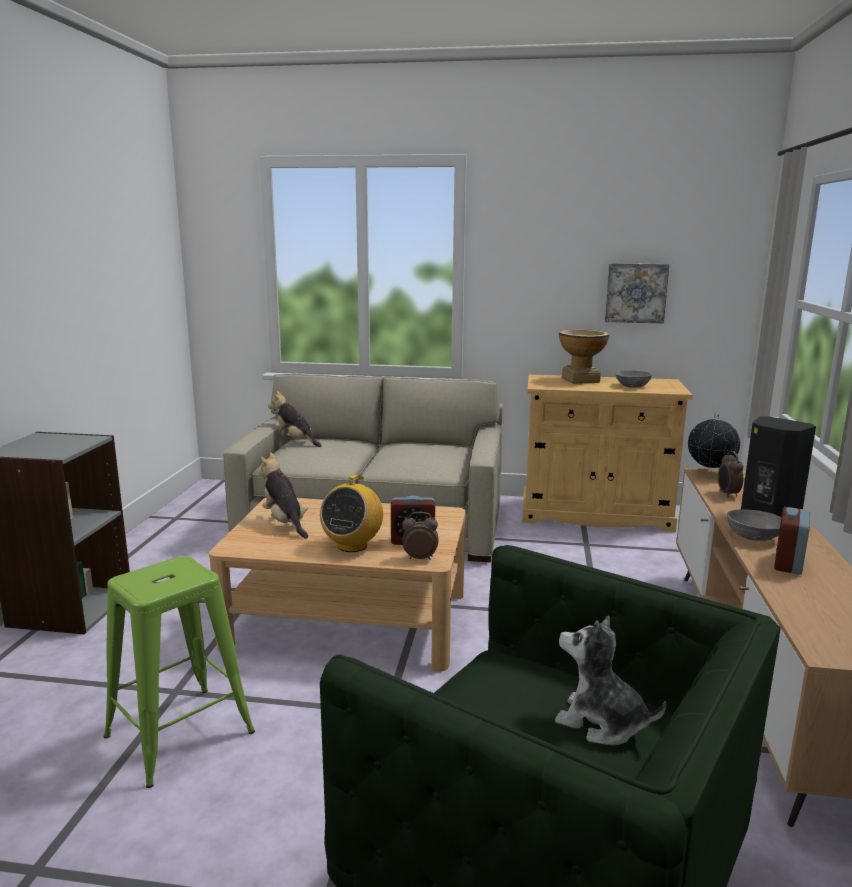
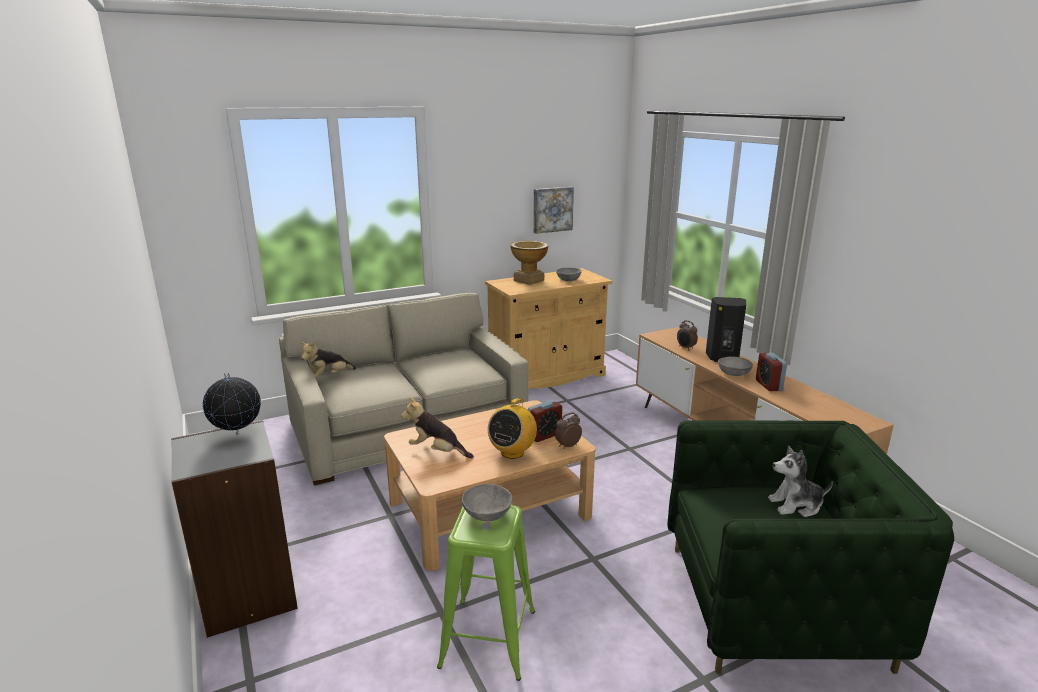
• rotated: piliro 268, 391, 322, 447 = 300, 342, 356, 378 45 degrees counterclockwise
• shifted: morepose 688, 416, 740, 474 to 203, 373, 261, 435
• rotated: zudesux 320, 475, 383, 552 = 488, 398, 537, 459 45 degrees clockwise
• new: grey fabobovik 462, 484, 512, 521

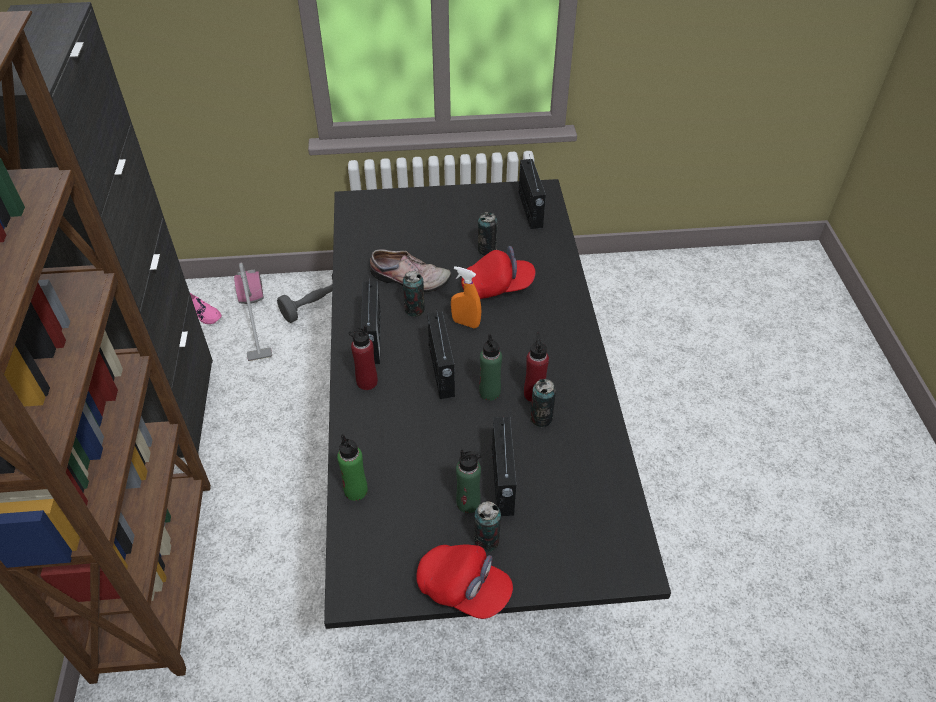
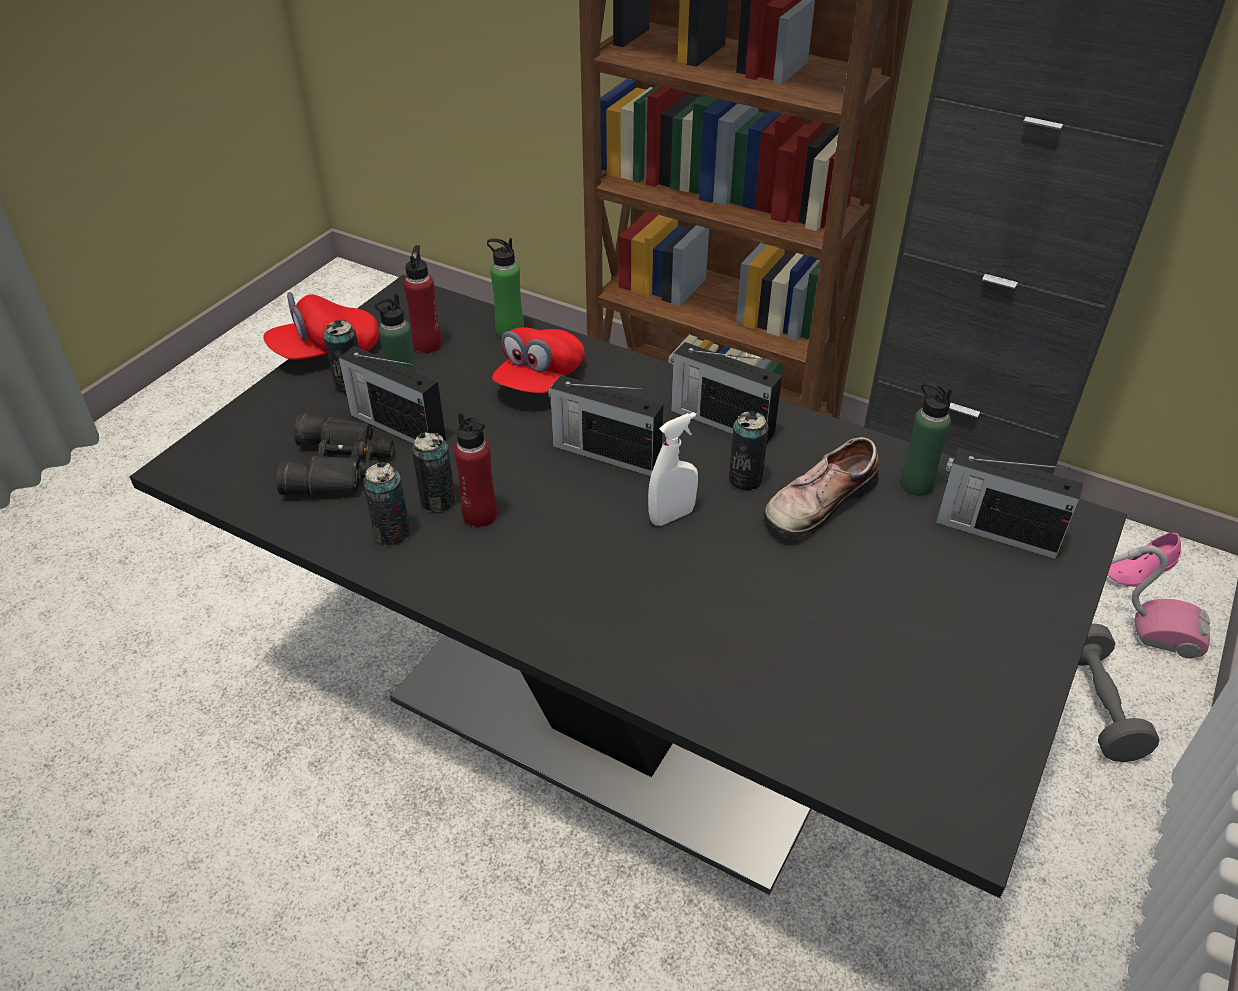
• shifted: zudesux 518, 154, 546, 229 to 936, 448, 1083, 559
• shifted: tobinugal 478, 212, 497, 256 to 363, 462, 411, 545
• shifted: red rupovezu 461, 246, 536, 299 to 492, 327, 585, 393
• repainted: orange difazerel 451, 266, 481, 328 to white difazerel 648, 412, 698, 526
• shifted: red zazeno 349, 325, 378, 390 to 403, 245, 442, 354
• shifted: green zazeno 479, 334, 502, 401 to 900, 382, 953, 496
• new: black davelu 276, 413, 394, 495

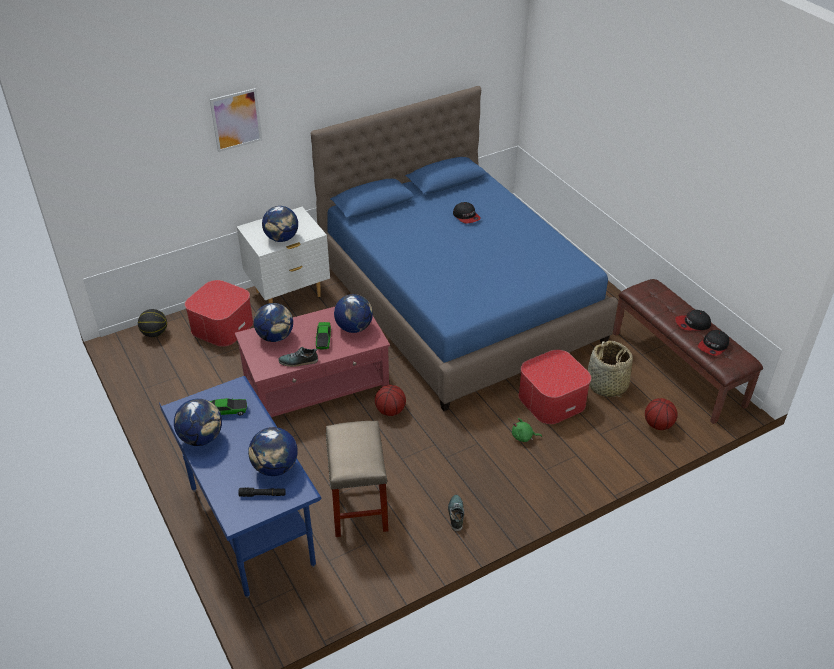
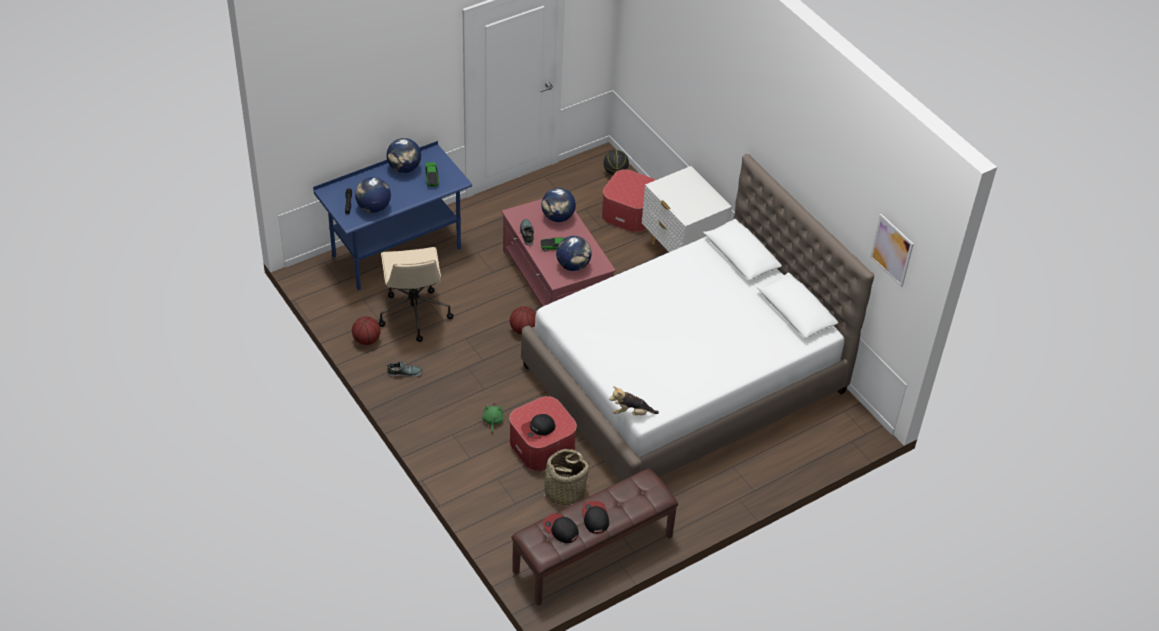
• repainted: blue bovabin 311, 86, 618, 411 to white bovabin 521, 154, 874, 481
• shifted: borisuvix 210, 88, 262, 152 to 870, 214, 914, 287
• shifted: rupovezu 453, 202, 481, 224 to 521, 414, 555, 439
• gone: morepose 262, 206, 298, 242
• shifted: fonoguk 645, 398, 678, 430 to 352, 316, 381, 345
• swapped: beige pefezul 325, 421, 388, 537 to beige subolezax 378, 247, 454, 342
• new: piliro 609, 386, 659, 416

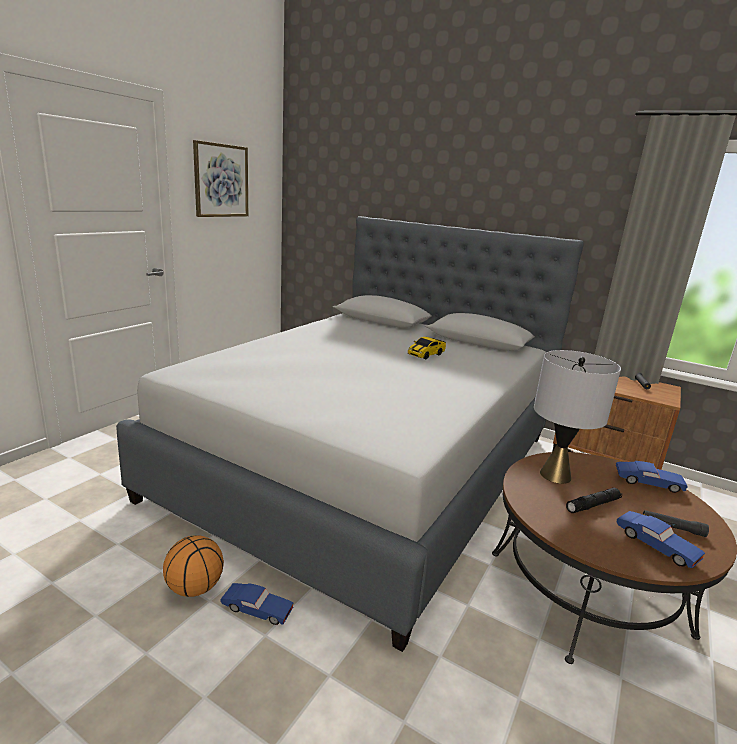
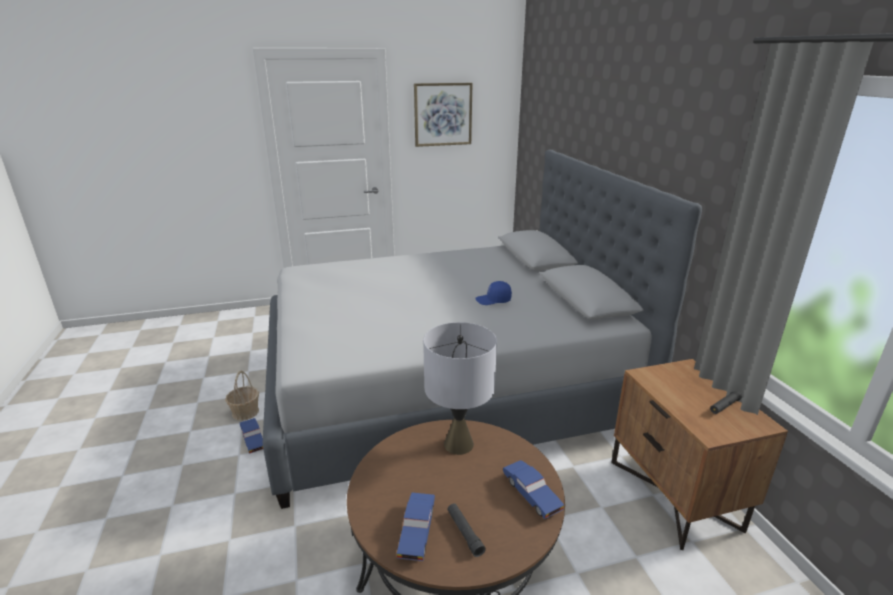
• swapped: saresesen 408, 337, 446, 359 to blue rupovezu 475, 281, 512, 305
• gone: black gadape 566, 488, 622, 513
• swapped: fonoguk 163, 535, 224, 597 to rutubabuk 225, 371, 259, 421

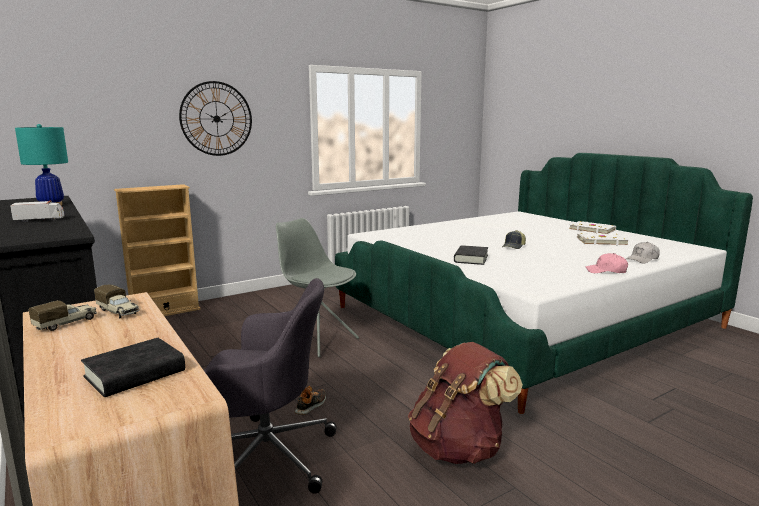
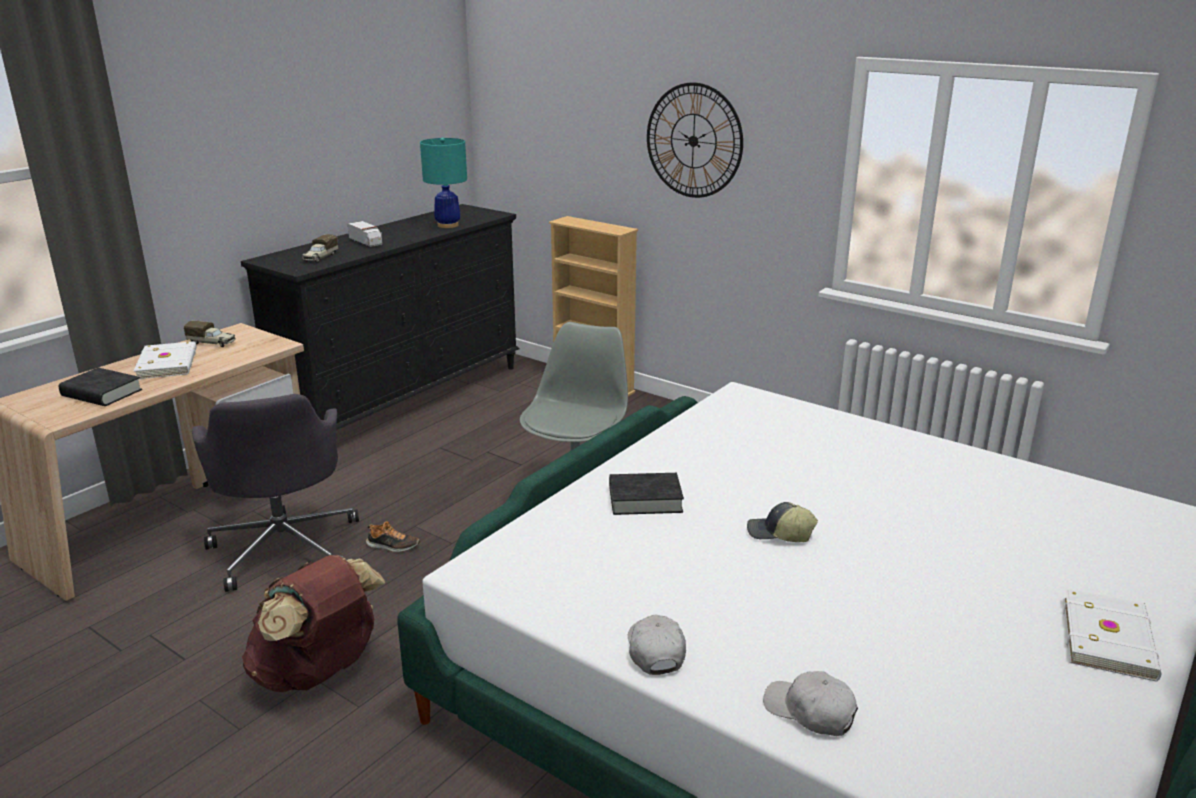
• shifted: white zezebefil 577, 233, 629, 245 to 134, 341, 197, 379
• repainted: pink rupovezu 585, 253, 628, 273 to white rupovezu 628, 615, 686, 675
• shifted: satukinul 94, 285, 139, 318 to 302, 234, 338, 263

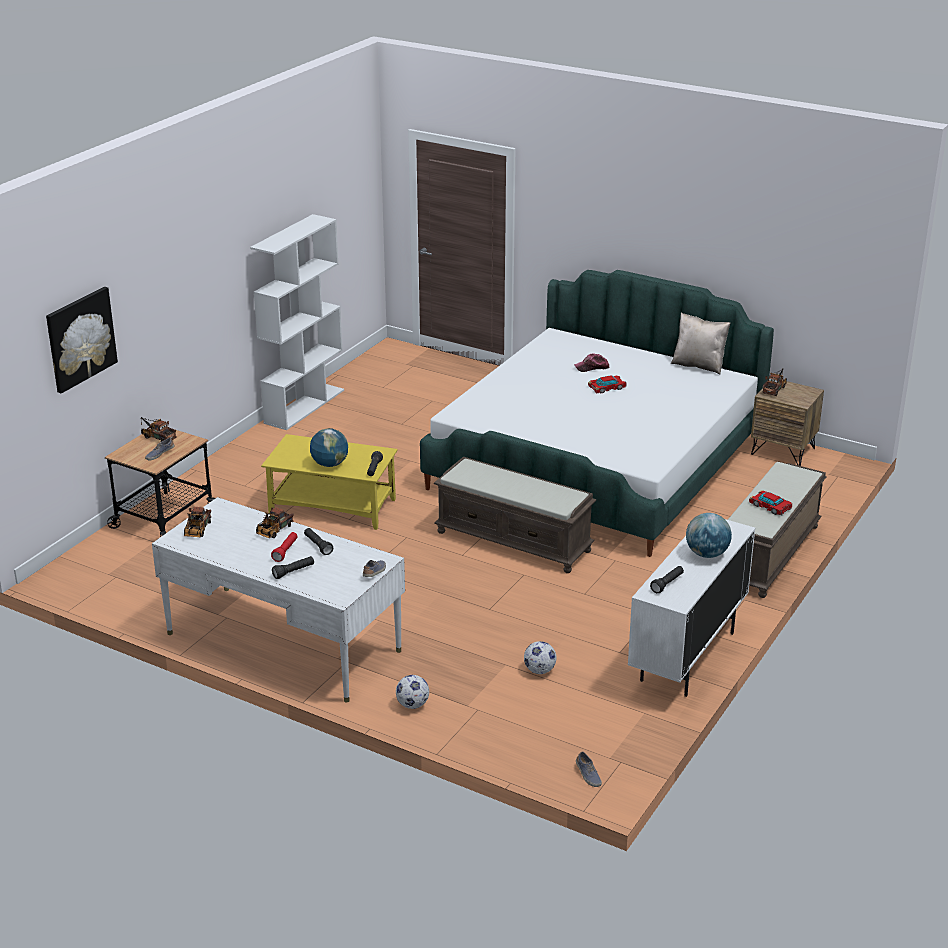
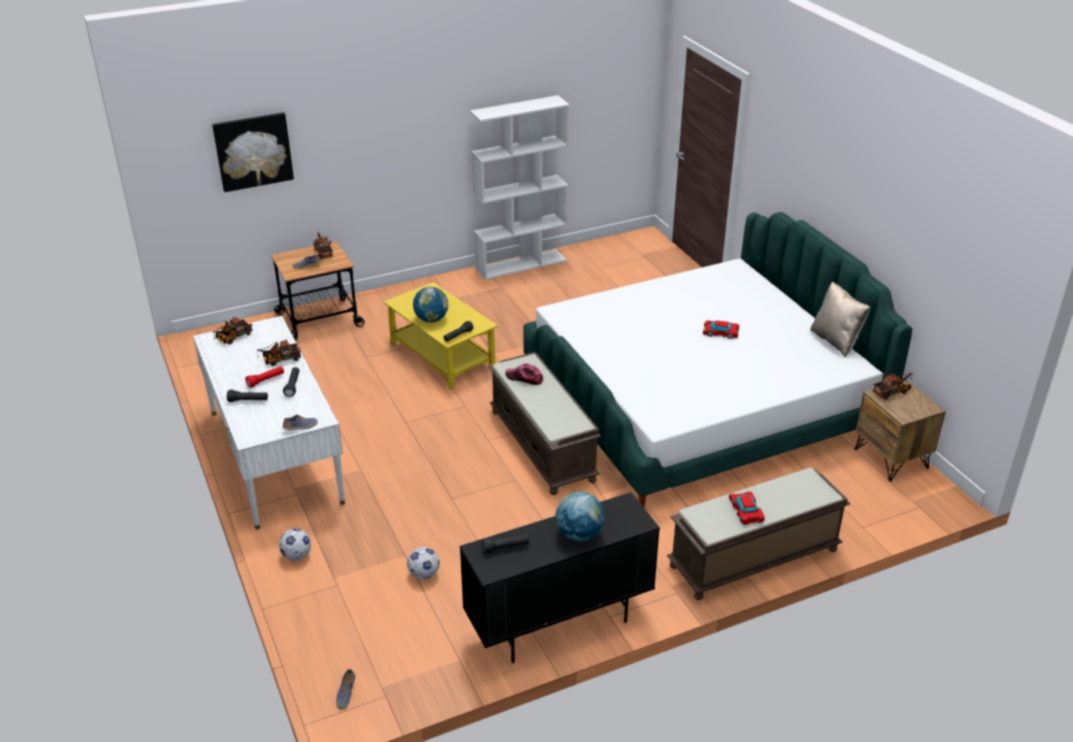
• shifted: rupovezu 574, 353, 610, 372 to 505, 363, 543, 385
• repainted: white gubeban 628, 519, 755, 697 to black gubeban 460, 492, 660, 663

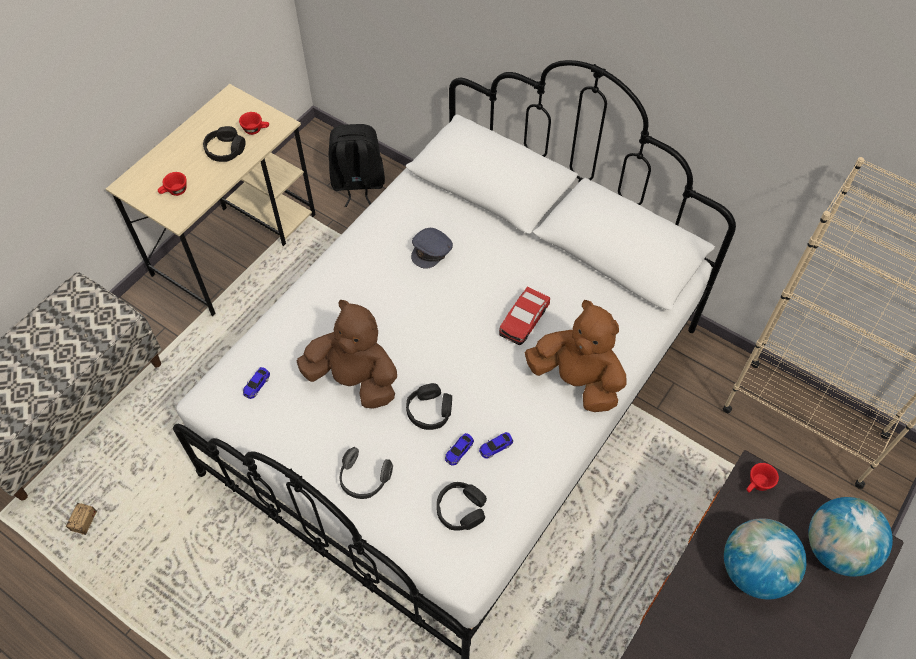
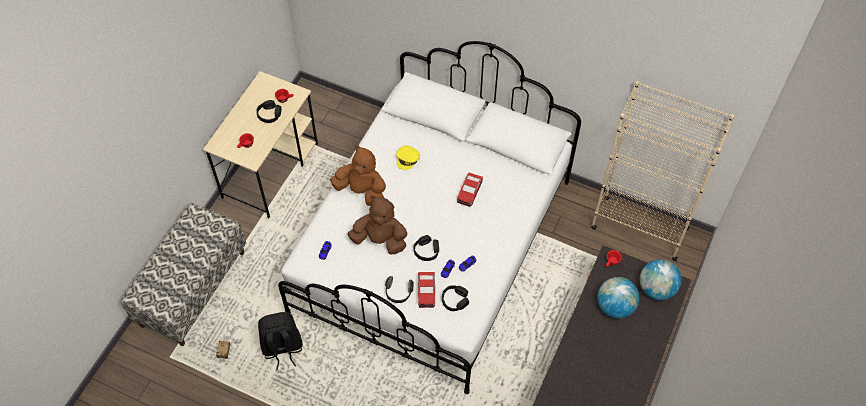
• shifted: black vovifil 329, 124, 385, 207 to 258, 312, 303, 370
• repainted: grey rupovezu 411, 228, 453, 269 to yellow rupovezu 396, 145, 420, 170
• shifted: brown piliro 524, 300, 626, 412 to 330, 145, 386, 206
• new: saresesen 418, 272, 435, 308

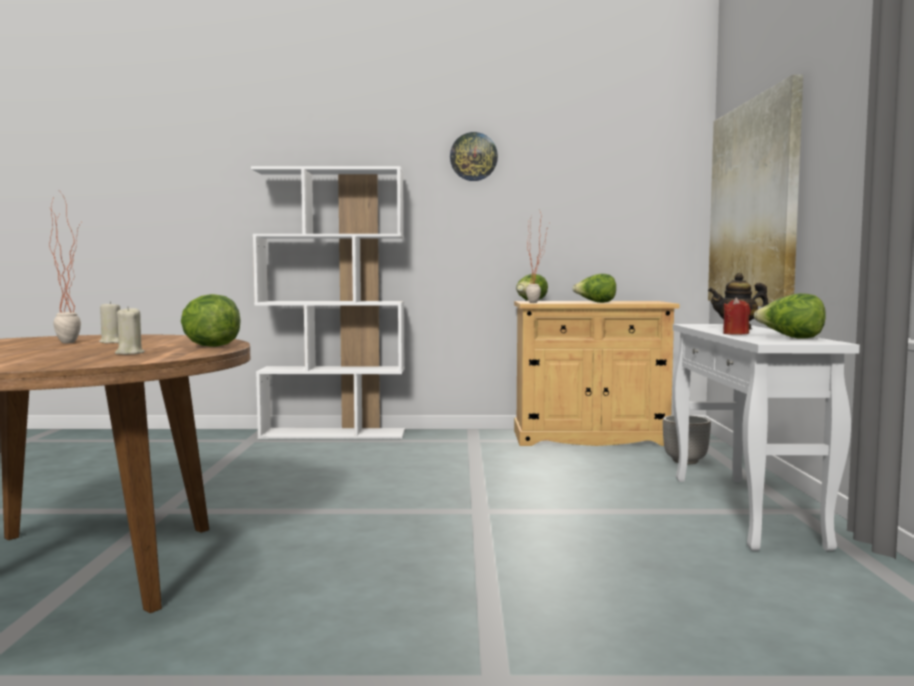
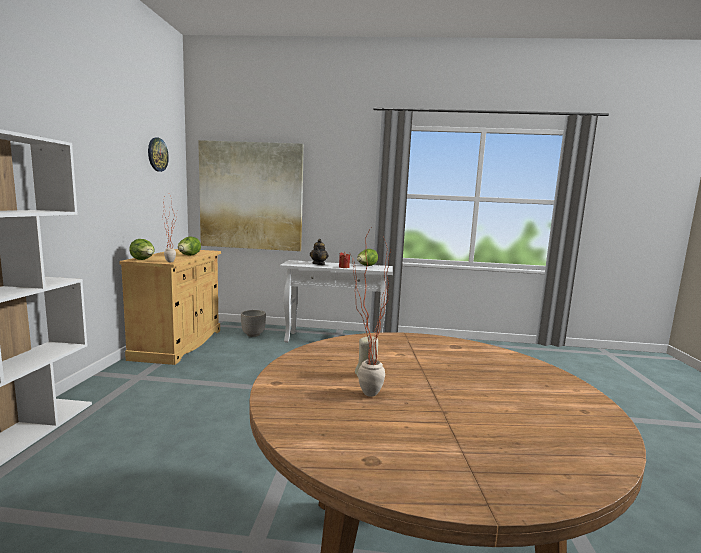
• shifted: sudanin 450, 132, 498, 181 to 148, 137, 169, 172
• gone: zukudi 181, 294, 241, 347
• gone: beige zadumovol 115, 307, 145, 355

